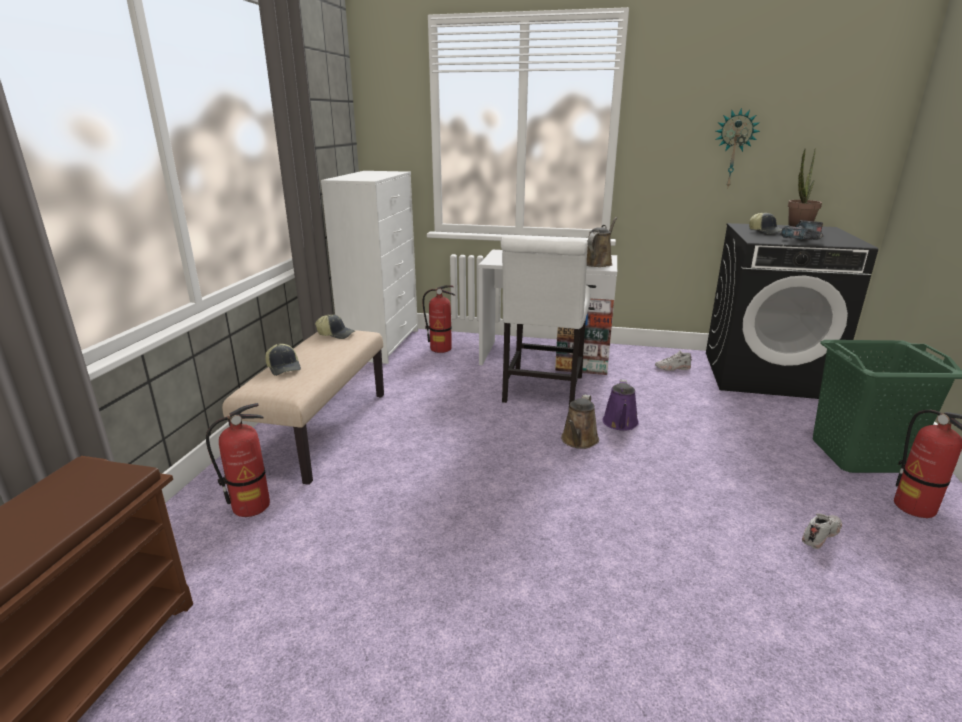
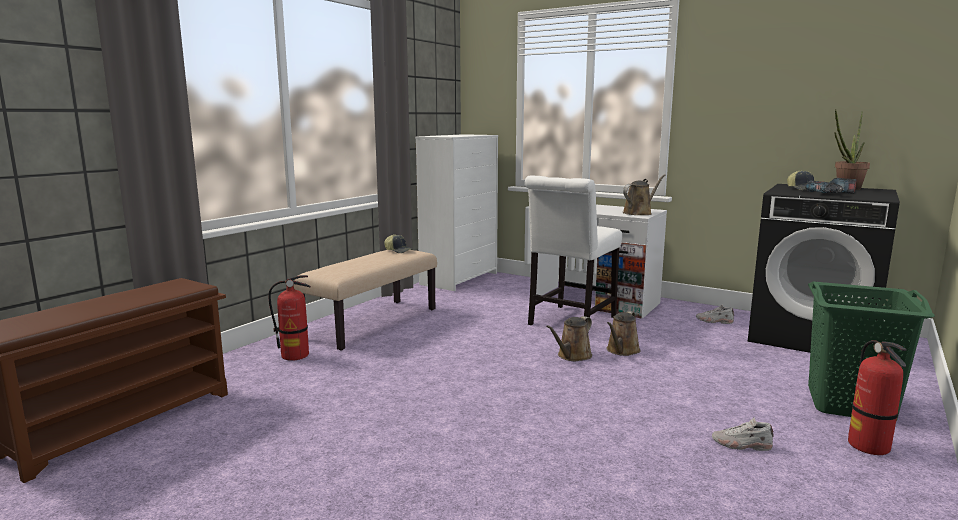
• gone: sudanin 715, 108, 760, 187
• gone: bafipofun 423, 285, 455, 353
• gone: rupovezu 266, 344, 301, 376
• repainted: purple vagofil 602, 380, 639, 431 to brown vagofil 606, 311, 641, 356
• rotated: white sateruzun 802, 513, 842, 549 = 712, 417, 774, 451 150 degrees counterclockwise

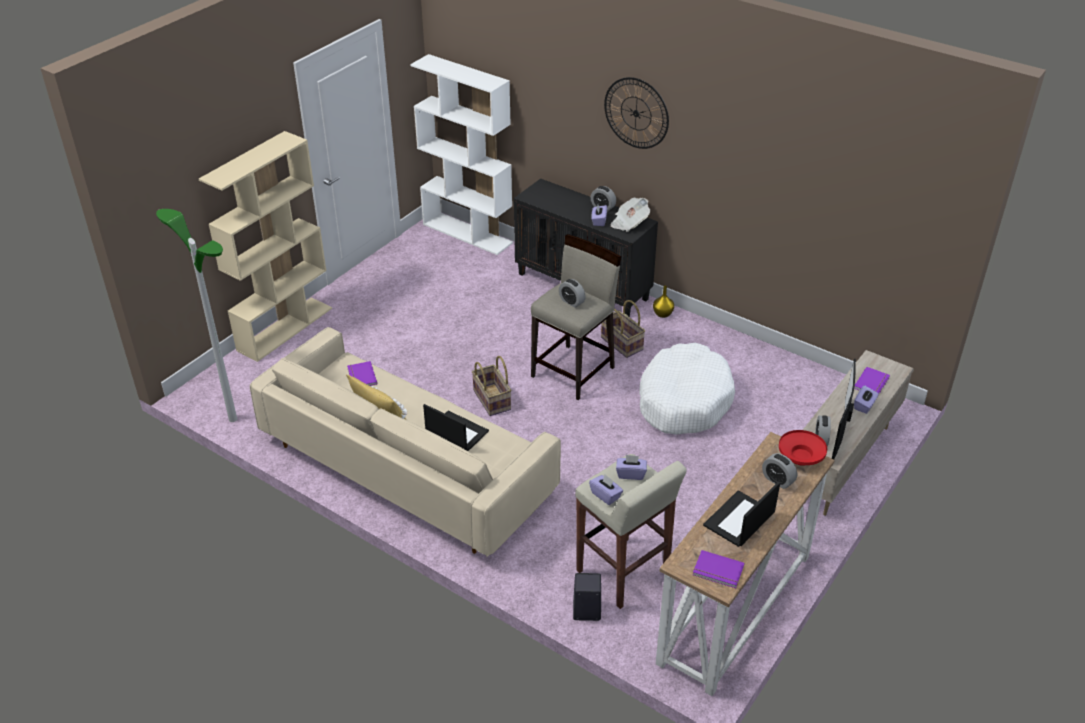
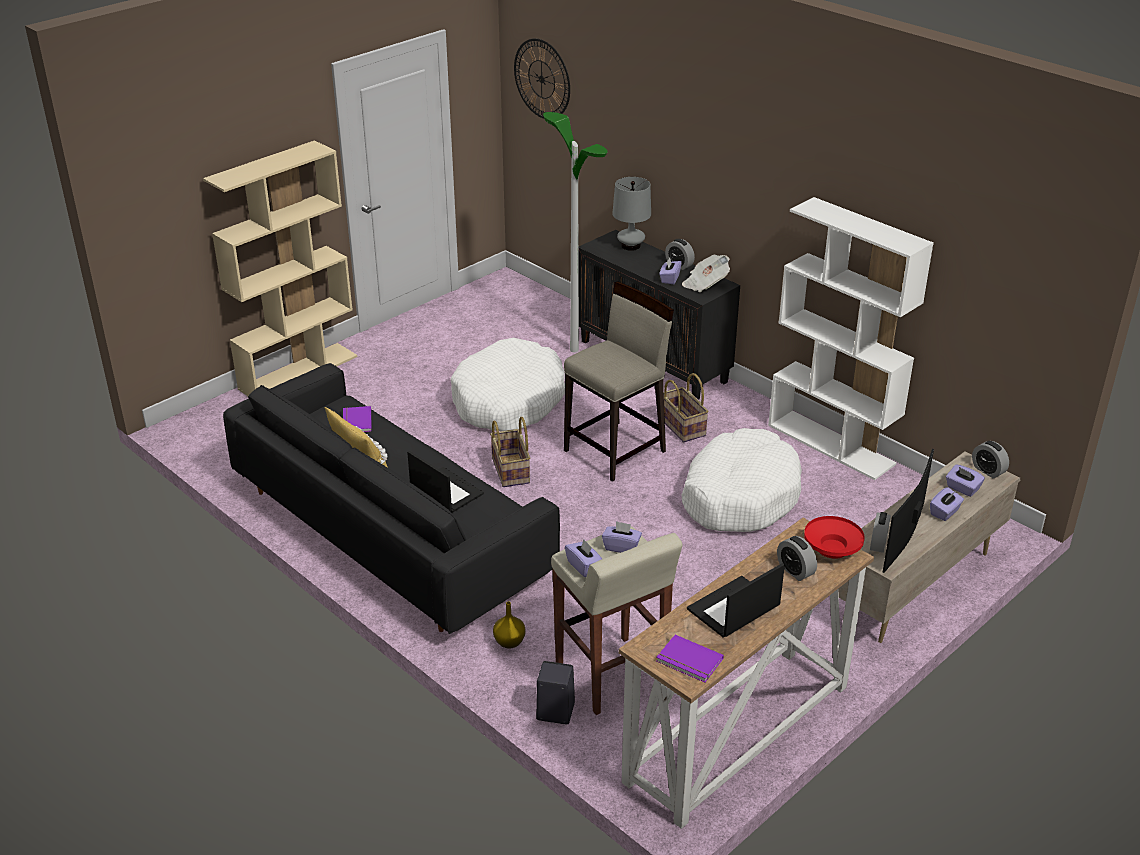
• shifted: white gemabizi 410, 54, 513, 255 to 768, 197, 934, 480
• shifted: sudanin 604, 77, 669, 149 to 514, 39, 570, 119
• shifted: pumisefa 156, 209, 237, 422 to 543, 112, 608, 352
• shifted: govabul 559, 279, 586, 308 to 972, 441, 1009, 478
• shifted: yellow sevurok 653, 286, 674, 318 to 493, 601, 526, 649
• repainted: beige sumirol 250, 327, 561, 557 to black sumirol 223, 363, 560, 634
• swapped: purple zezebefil 854, 367, 890, 394 to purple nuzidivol 946, 464, 985, 497
• new: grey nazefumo 612, 177, 651, 251
• new: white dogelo 451, 338, 565, 431

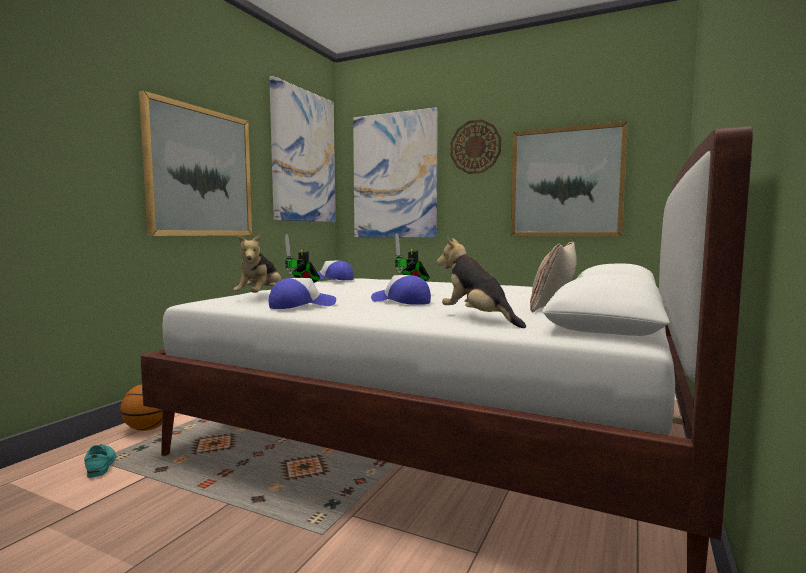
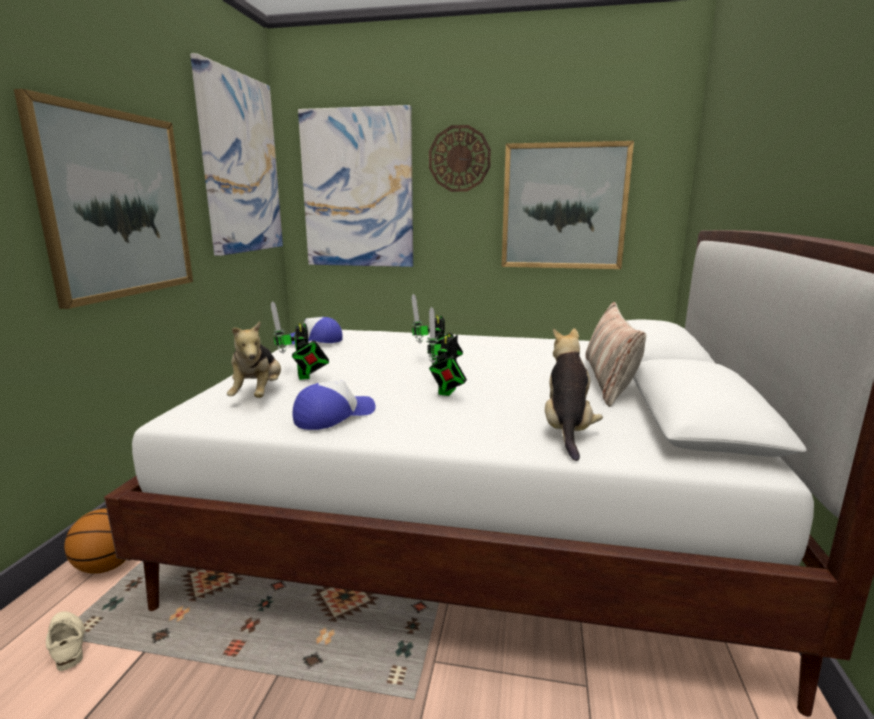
• rotated: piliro 437, 236, 526, 328 = 545, 328, 603, 461 60 degrees clockwise
• swapped: rupovezu 371, 275, 431, 305 to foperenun 426, 307, 467, 396
• repainted: turquoise sateruzun 84, 444, 116, 478 to beige sateruzun 46, 611, 85, 671

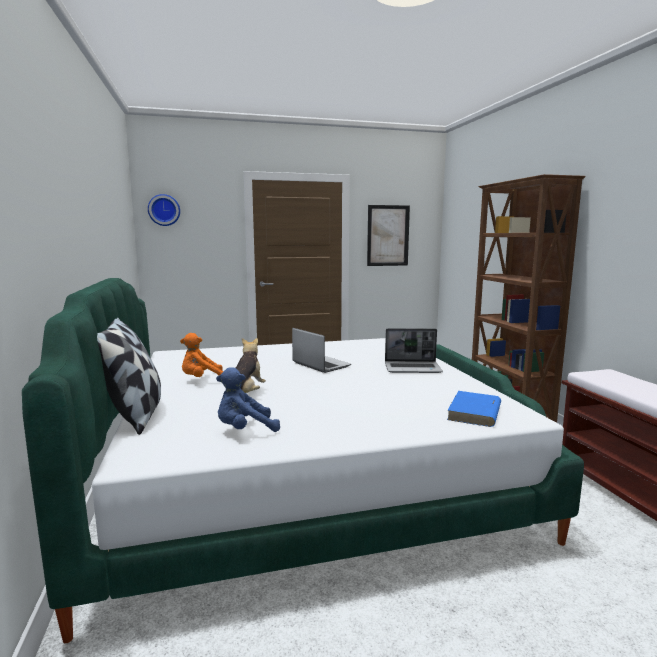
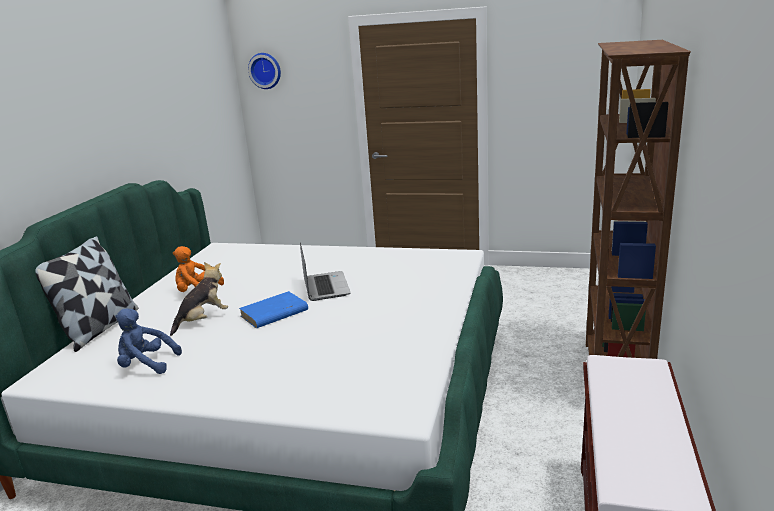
• gone: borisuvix 367, 205, 410, 266
• gone: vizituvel 385, 328, 443, 373
• shifted: blue zezebefil 447, 391, 501, 427 to 239, 291, 308, 329

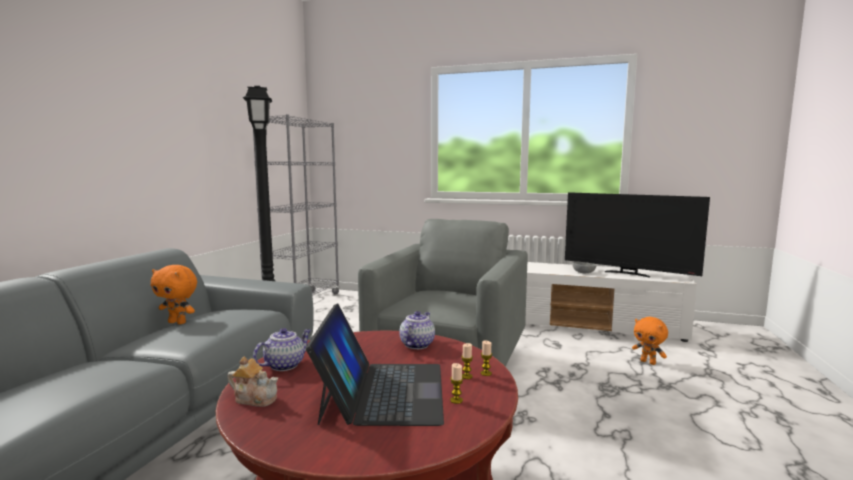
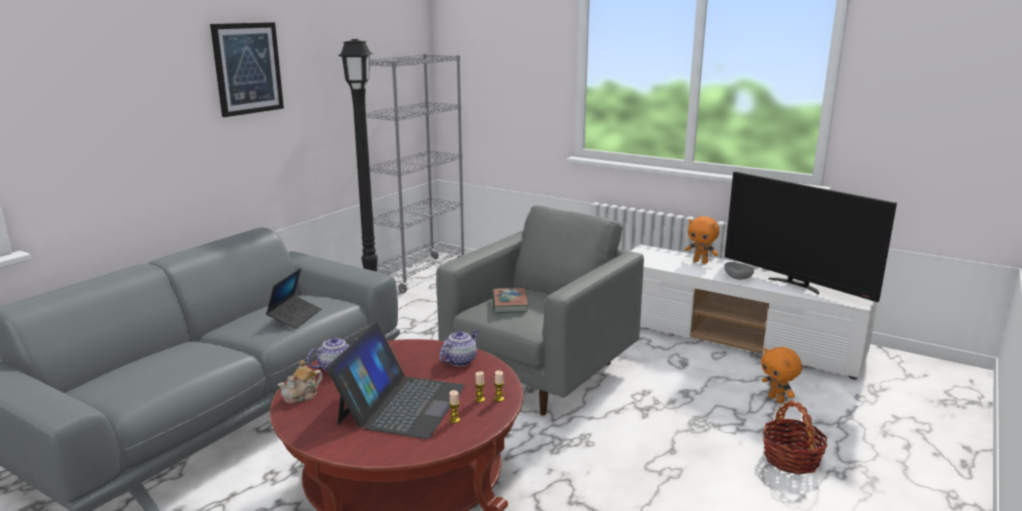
• shifted: orange piliro 151, 265, 197, 324 to 685, 216, 719, 264
• rotated: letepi 227, 357, 278, 407 = 278, 360, 323, 404 105 degrees clockwise
• new: borisuvix 210, 22, 284, 117
• new: vizituvel 266, 268, 322, 329
• new: zezebefil 492, 288, 528, 313
• new: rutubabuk 763, 400, 827, 475

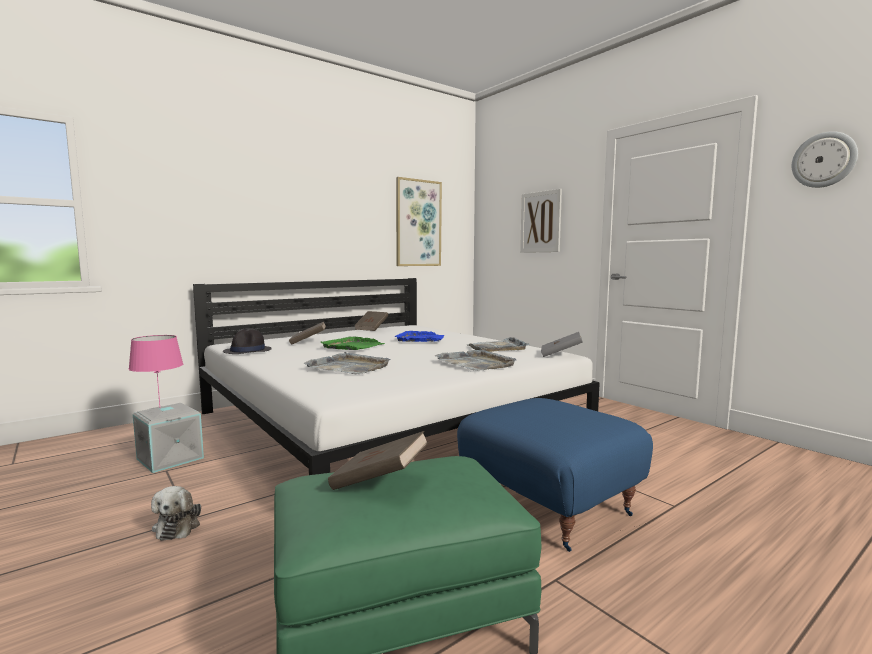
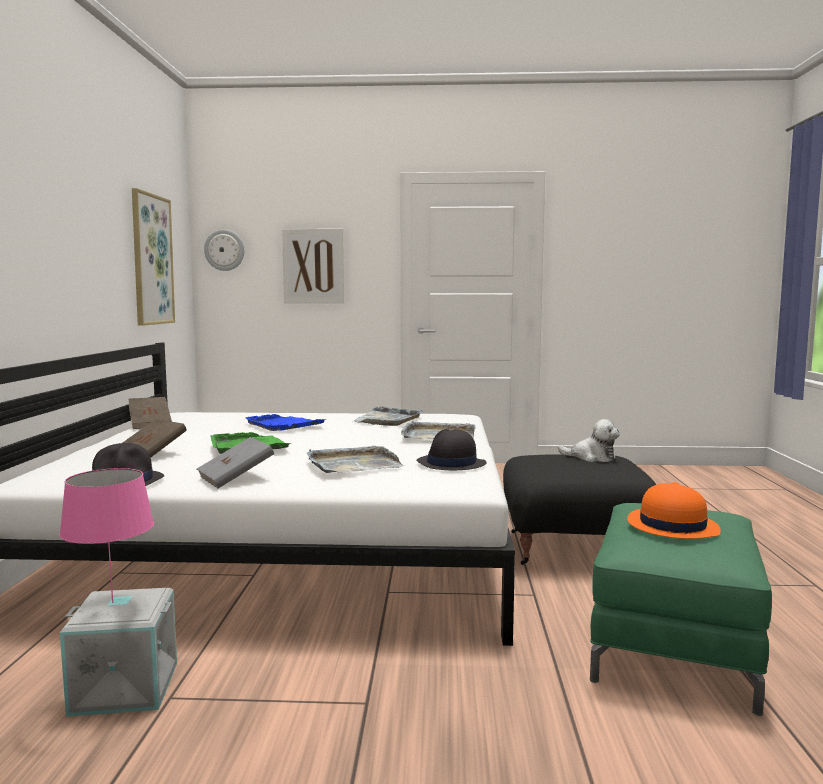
• shifted: sudanin 792, 131, 858, 188 to 204, 229, 244, 271
• shifted: grey zezebefil 541, 332, 583, 357 to 197, 437, 274, 489
• repainted: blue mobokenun 457, 398, 653, 552 to black mobokenun 503, 454, 657, 565
• swapped: brown zezebefil 328, 431, 429, 490 to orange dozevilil 627, 482, 721, 539
• shifted: piliro 151, 486, 201, 541 to 558, 419, 619, 462
• new: black dozevilil 416, 429, 486, 470

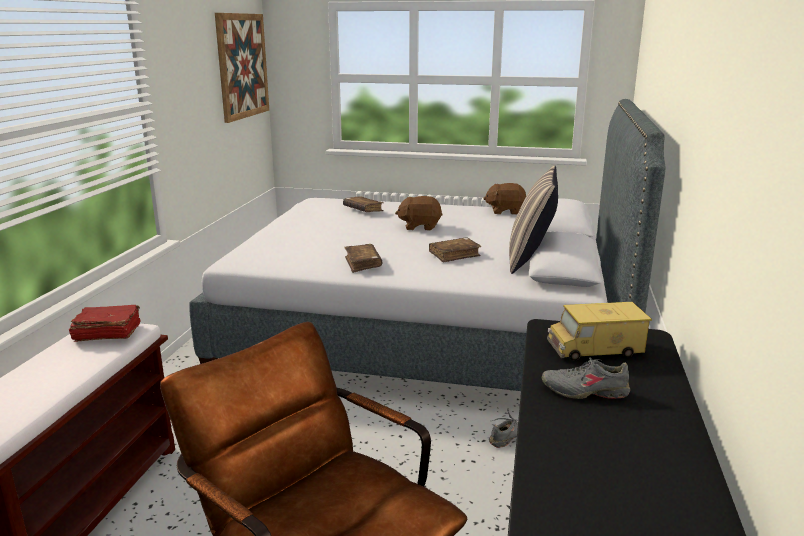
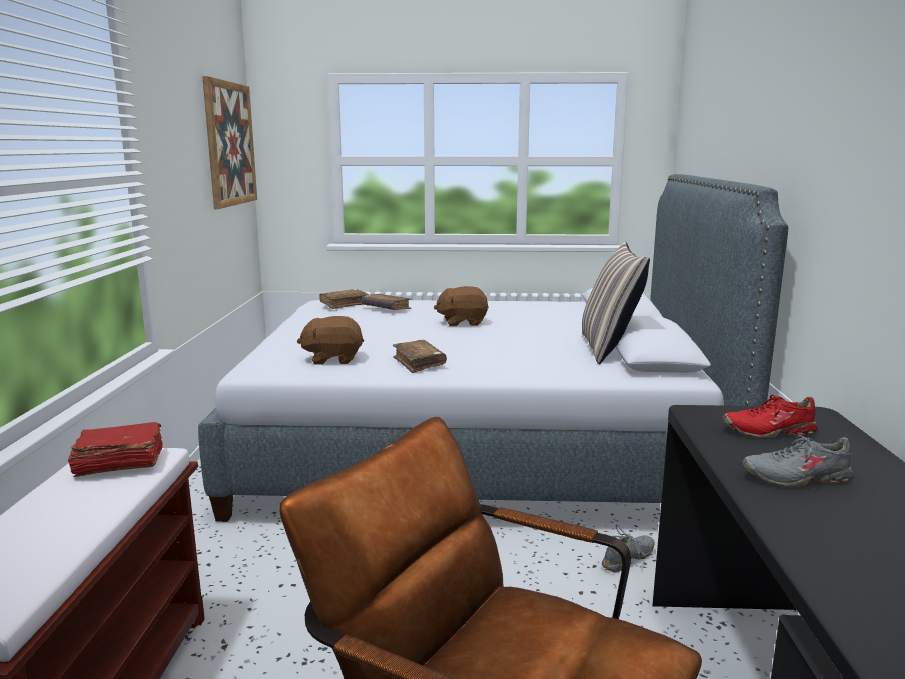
• shifted: brown piliro 483, 183, 526, 215 to 297, 316, 364, 365
• shifted: brown zezebefil 429, 237, 482, 263 to 319, 289, 369, 309
• swapped: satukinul 547, 302, 652, 361 to red sateruzun 723, 394, 817, 438

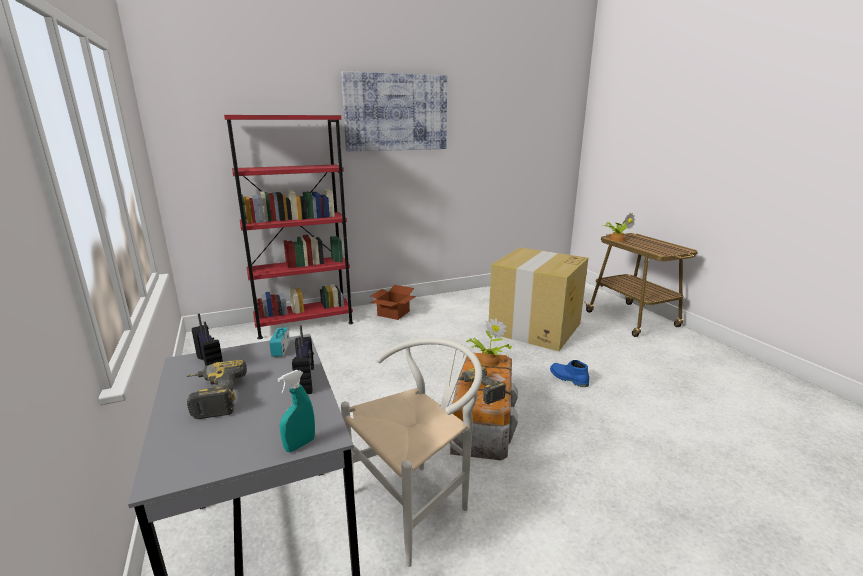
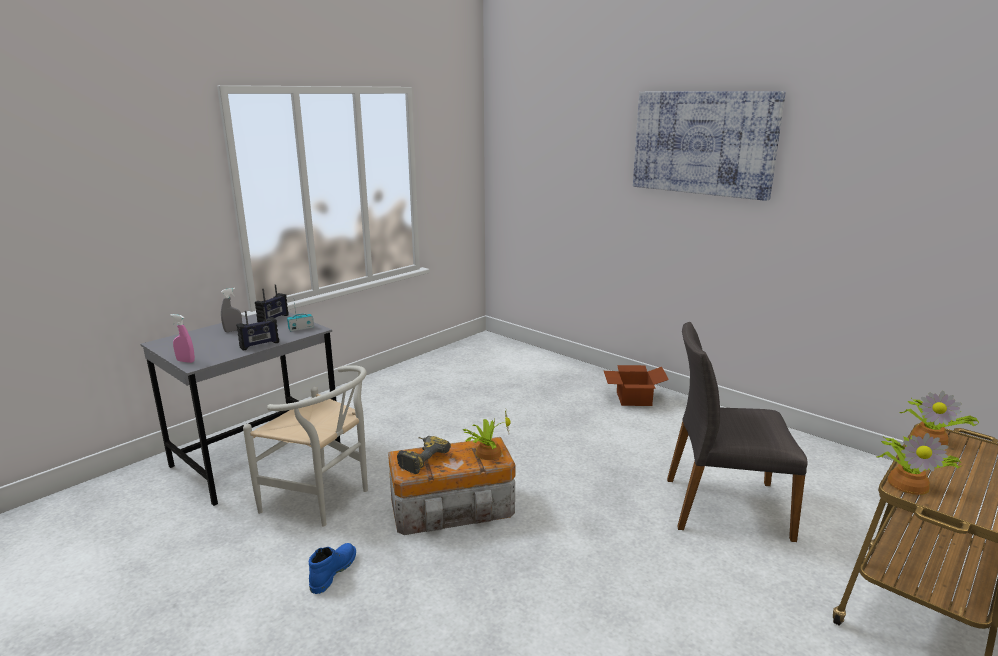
• gone: red gemabizi 224, 115, 353, 339
• swapped: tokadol 488, 248, 588, 351 to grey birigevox 667, 322, 808, 542
• swapped: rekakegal 187, 360, 247, 419 to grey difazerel 221, 288, 242, 332
• shifted: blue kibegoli 550, 360, 589, 387 to 309, 543, 356, 594
• repainted: turquoise difazerel 278, 370, 315, 452 to pink difazerel 170, 314, 195, 363
• new: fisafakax 876, 433, 961, 495

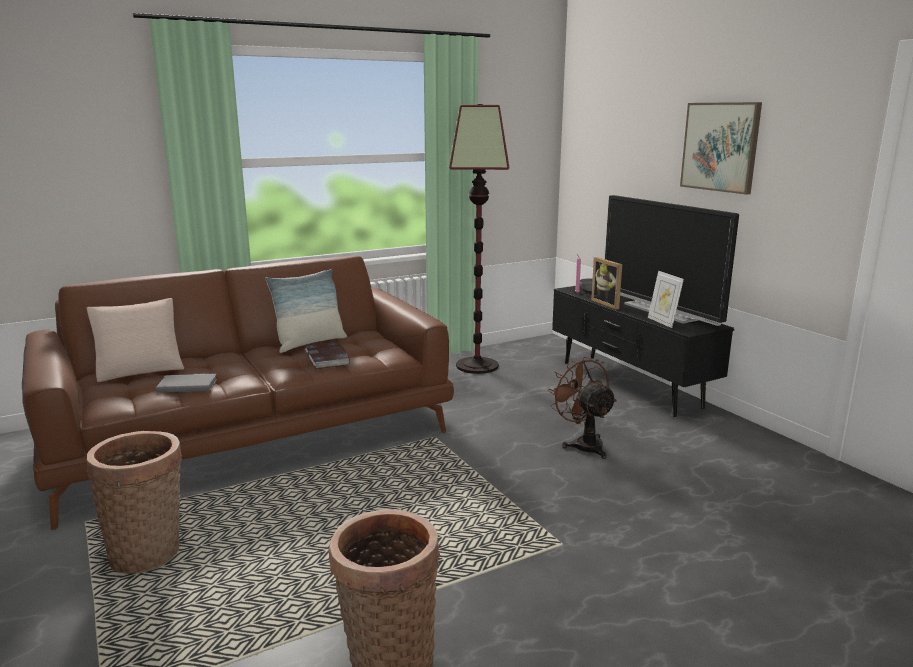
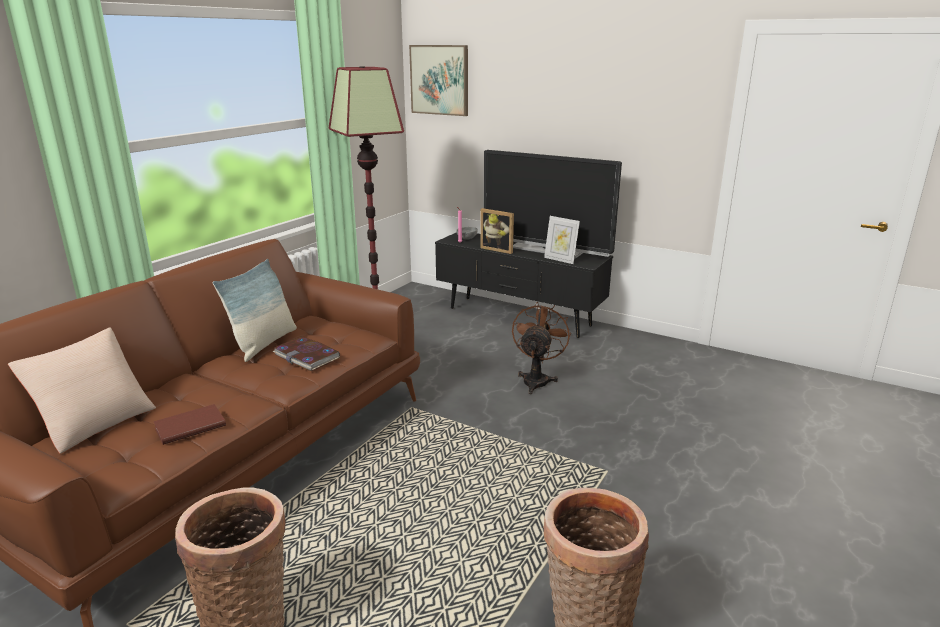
• shifted: borisuvix 680, 102, 762, 195 to 409, 45, 468, 116
• rotated: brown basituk 548, 357, 617, 459 = 512, 302, 571, 394 75 degrees clockwise
• repainted: grey zezebefil 156, 374, 217, 393 to brown zezebefil 154, 404, 226, 445

